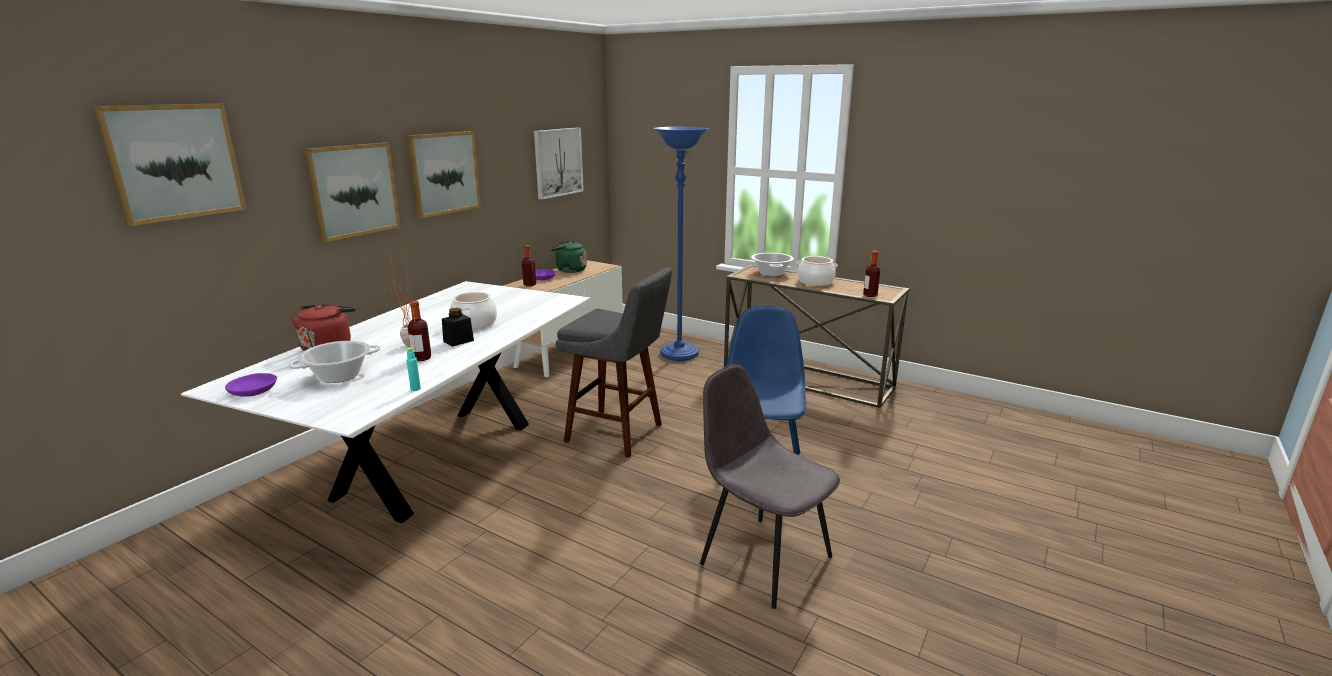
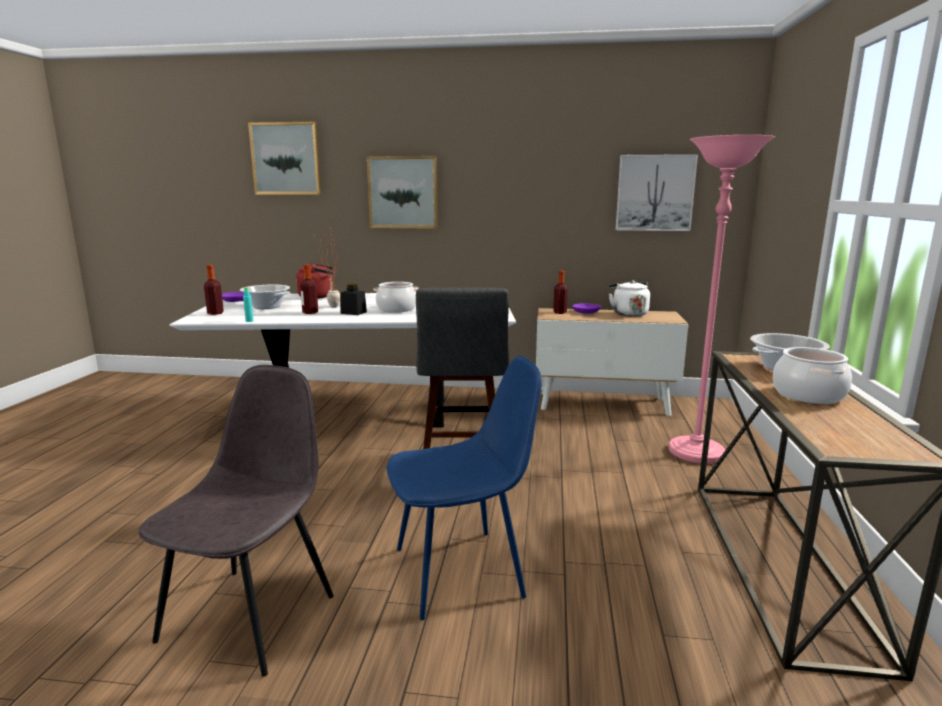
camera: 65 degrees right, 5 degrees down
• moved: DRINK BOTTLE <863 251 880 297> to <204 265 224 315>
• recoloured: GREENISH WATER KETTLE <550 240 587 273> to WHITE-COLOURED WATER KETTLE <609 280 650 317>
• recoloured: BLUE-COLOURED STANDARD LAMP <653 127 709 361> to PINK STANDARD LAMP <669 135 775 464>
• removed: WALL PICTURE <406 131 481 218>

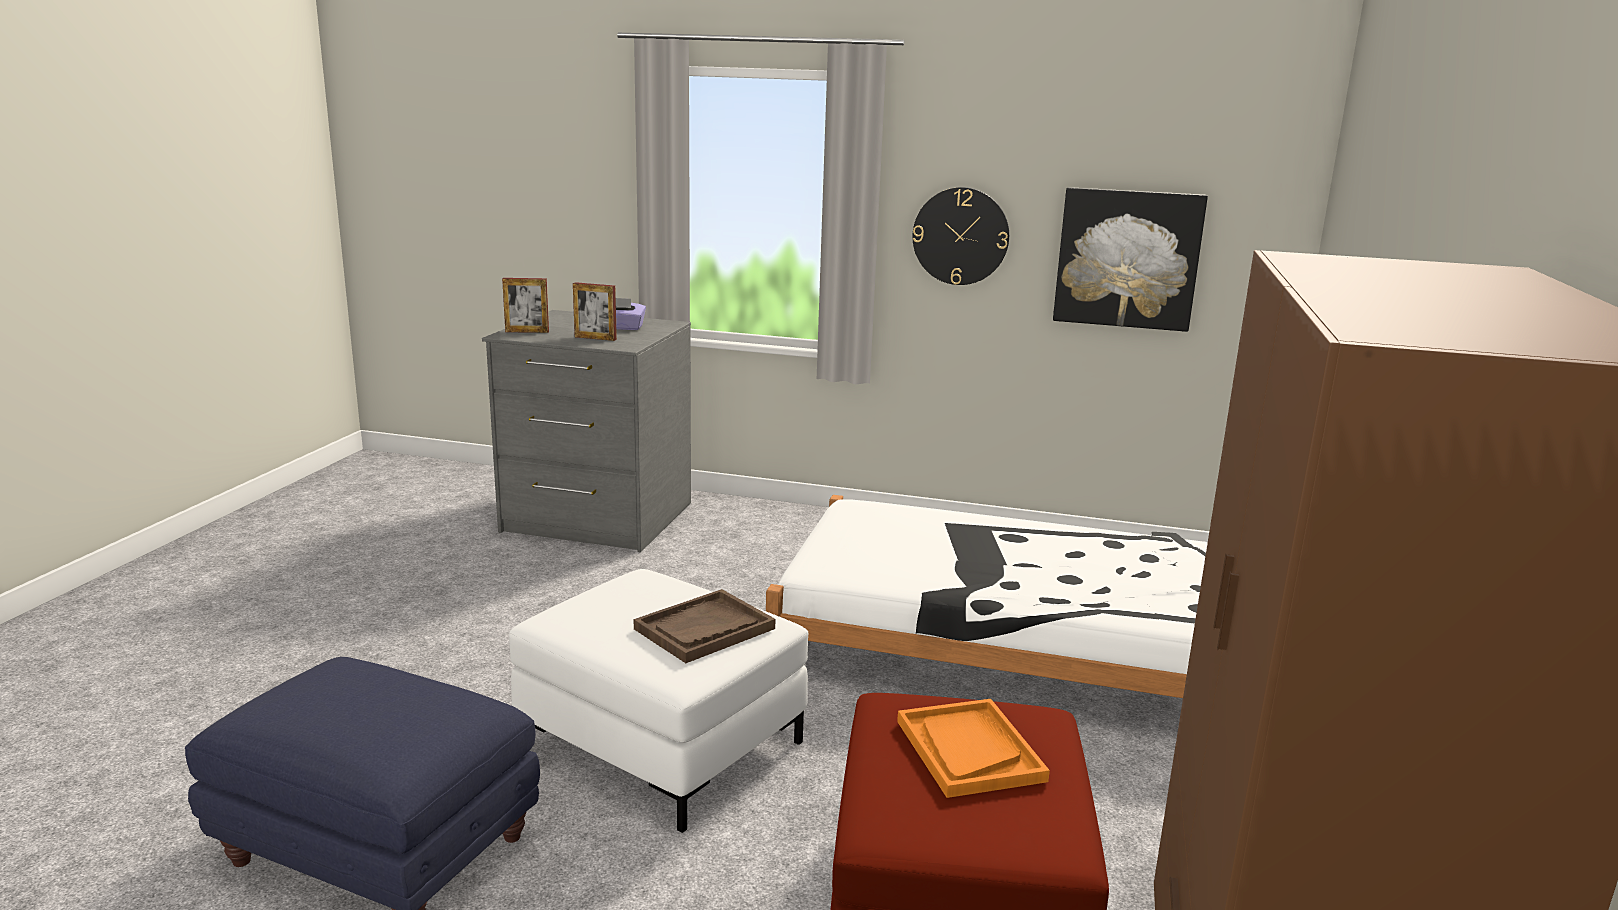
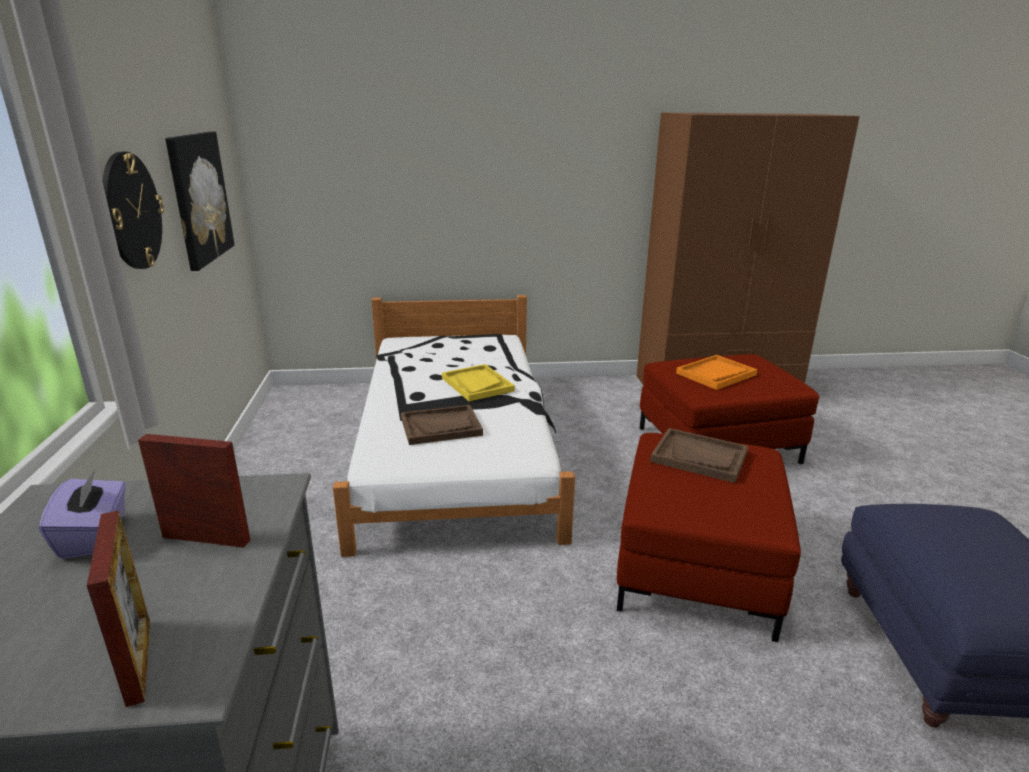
camera: 110 degrees left, 5 degrees up
• turned: PHOTO FRAME <573 282 617 341> = <138 434 250 548> 75 degrees counterclockwise
• added: BROWN TRAY <401 405 483 445>
• added: YELLOW-COLOURED TRAY <442 364 515 401>
• recoloured: WHITE-COLOURED POUFFE <509 569 809 833> to RED-COLOURED POUFFE <617 433 801 642>

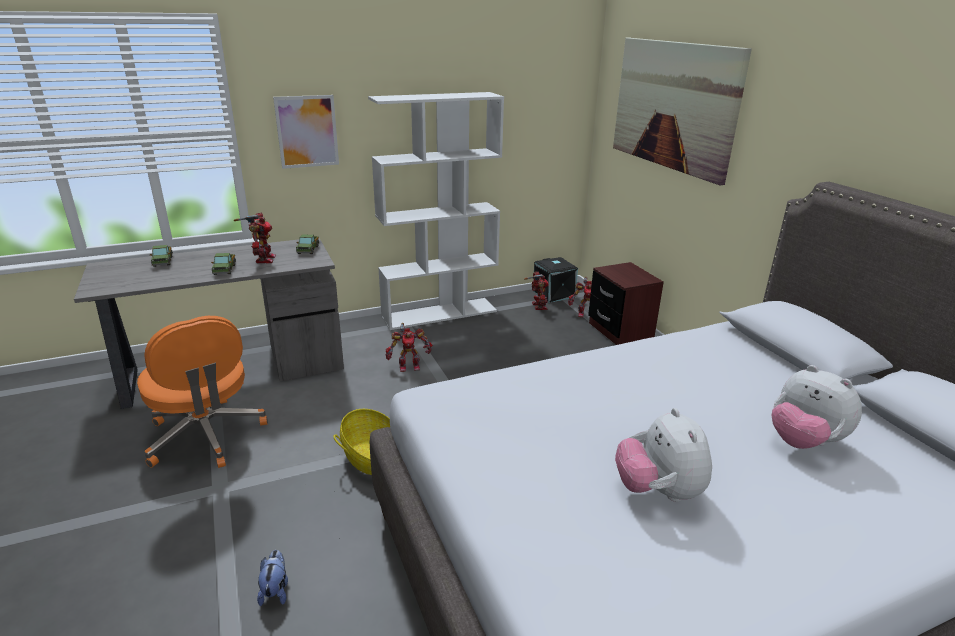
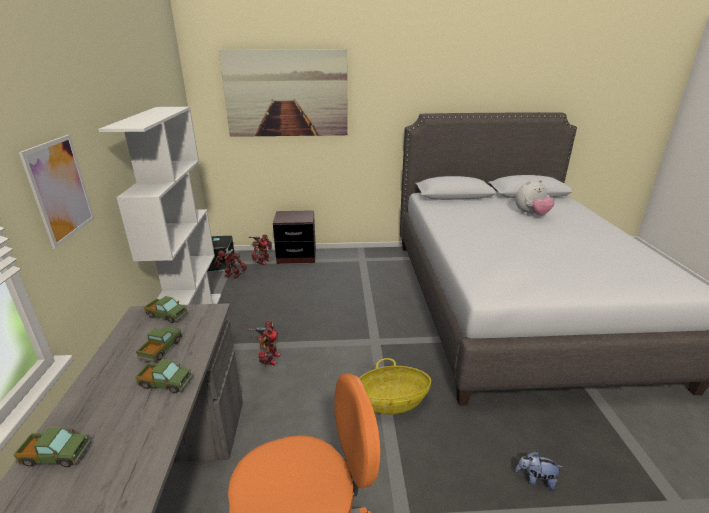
camera: 70 degrees left, 0 degrees up
• replaced: MODEL ROBOT <234 212 276 263> to TOY TRUCK <136 326 182 362>
• removed: PLUSH TOY <615 408 712 502>

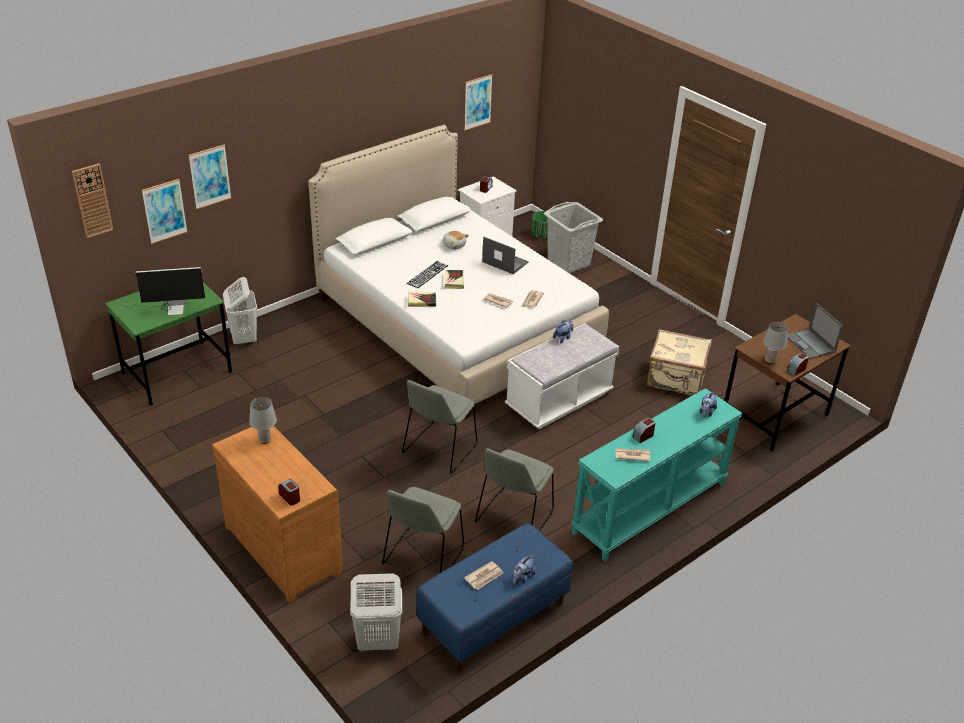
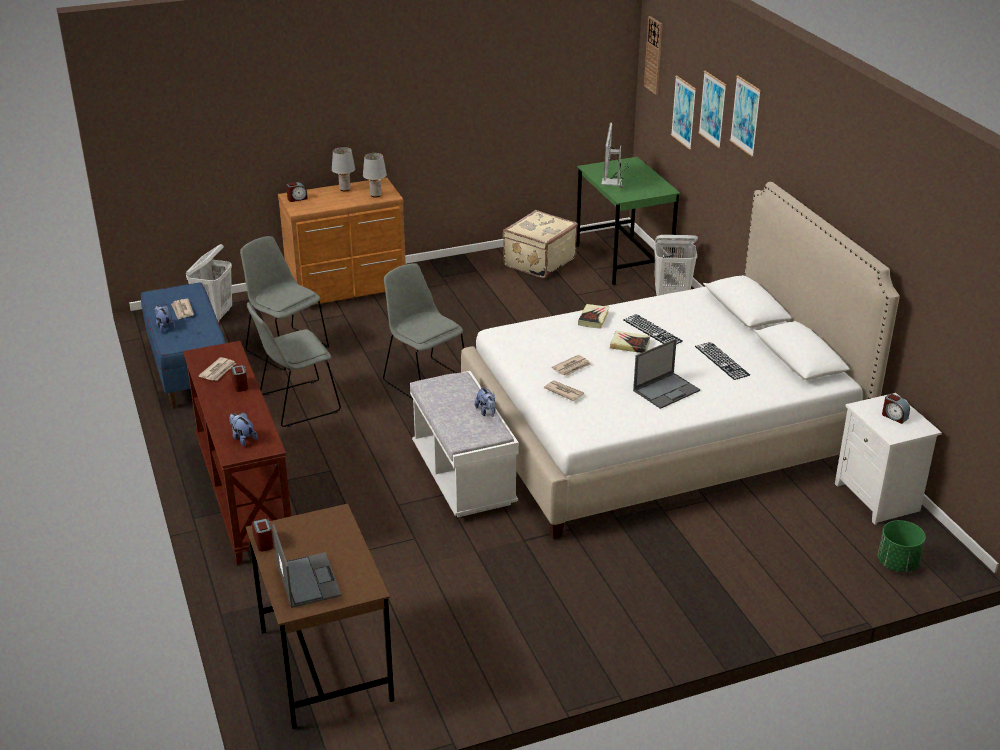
camera: 110 degrees right, 5 degrees down
• recoloured: BLUE-GREEN NARROW TABLE <571 388 743 562> to BROWN NARROW TABLE <183 341 291 565>
• turned: GRAY PLAIN CHAIR <475 448 554 531> = <247 302 341 427> 75 degrees counterclockwise
• turned: PORTABLE COMPUTER <788 303 843 359> = <272 524 342 608> 75 degrees clockwise
• moved: GRAY TABLETOP LAMP <763 322 788 364> to <332 147 355 192>
• moved: BEIGE-COLOURED TRAVEL CASE <647 329 712 395> to <503 210 578 278>
• replaced: PLUSH TOY <442 231 469 250> to COMPUTER KEYBOARD <695 342 750 380>
• moved: WALL PICTURE <464 74 493 130> to <730 75 761 157>
• removed: GRAY LAUNDRY BASKET <544 202 603 273>

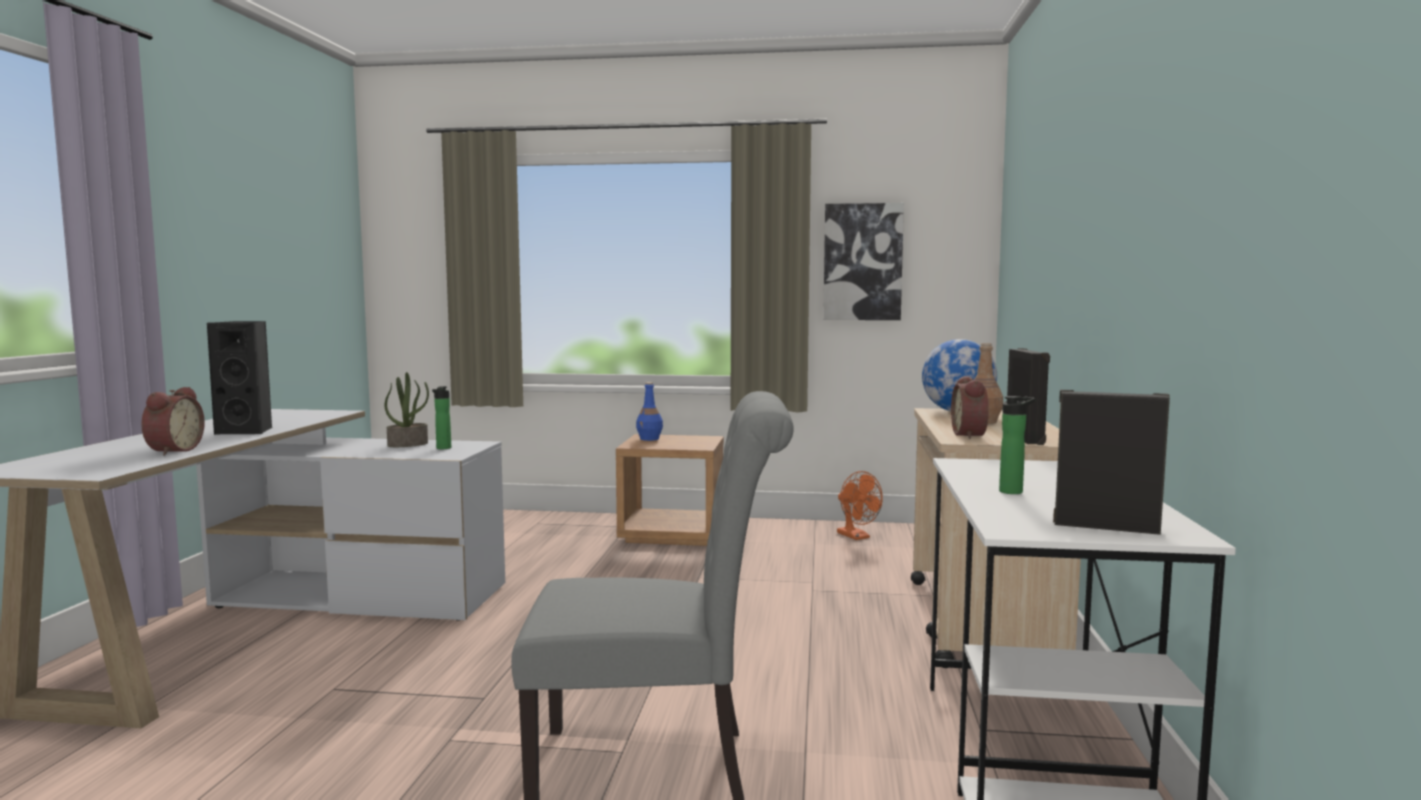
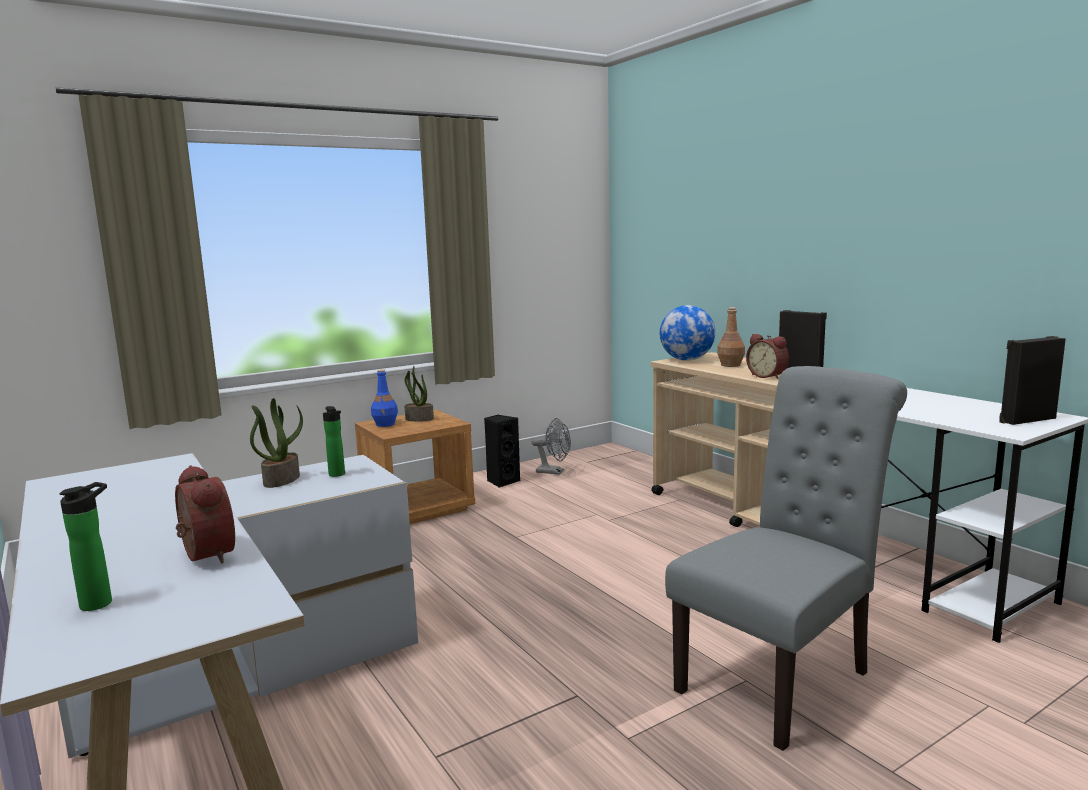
camera: 40 degrees left, 5 degrees up
• moved: DRINK BOTTLE <999 396 1035 494> to <60 482 112 611>
• added: PLANT IN A POT <404 366 434 422>
• moved: BLACKISH AUDIO SPEAKER <207 321 272 435> to <484 415 520 488>
• recoloured: ORANGE COOLING FAN <837 471 883 540> to GRAY COOLING FAN <531 418 571 475>
• removed: WALL PICTURE <823 203 904 320>

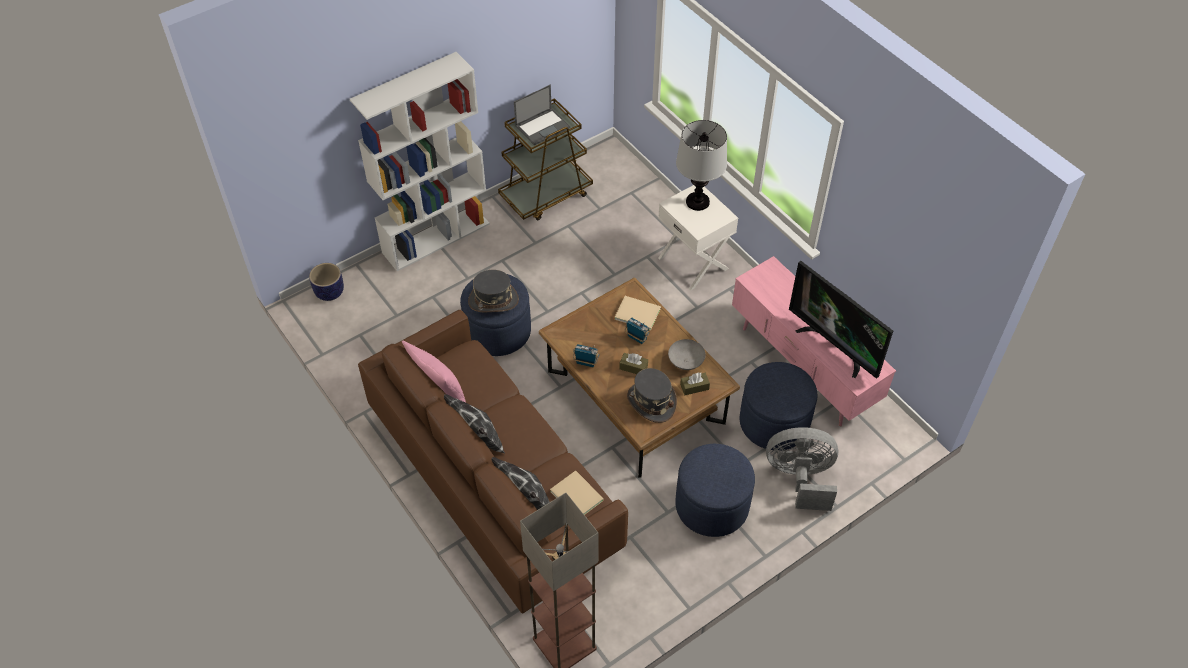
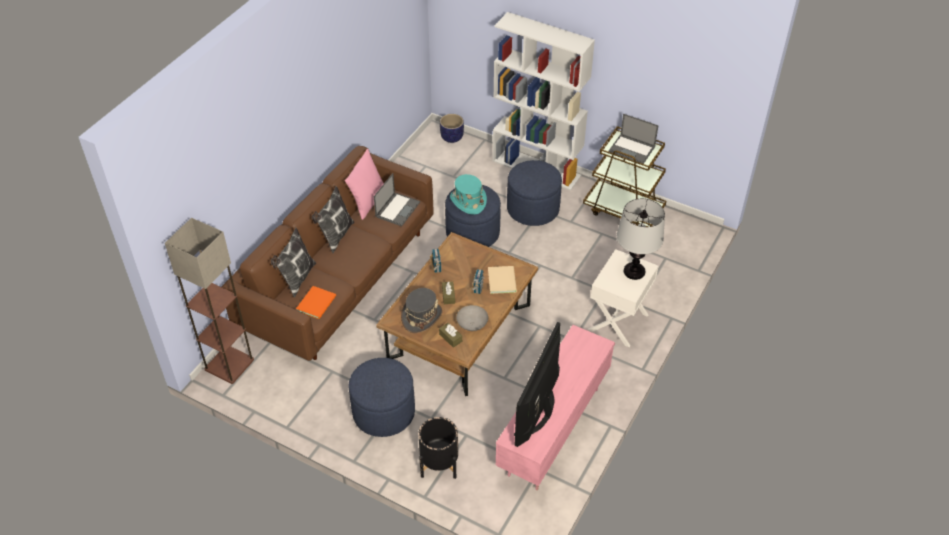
camera: 65 degrees right, 5 degrees down
• recoloured: BEIGE-COLOURED BOUND BOOK <550 471 604 515> to ORANGE BOUND BOOK <296 286 336 319>
• added: PORTABLE COMPUTER <374 173 420 226>
• replaced: GRAY COOLING FAN <766 427 838 511> to BLACKISH PLANTER <418 417 458 479>
• recoloured: GRAY WEARABLE HAT <468 270 519 312> to BLUE-GREEN WEARABLE HAT <450 174 487 215>
• moved: BLUE-COLOURED POUFFE <740 362 817 451> to <507 160 562 226>

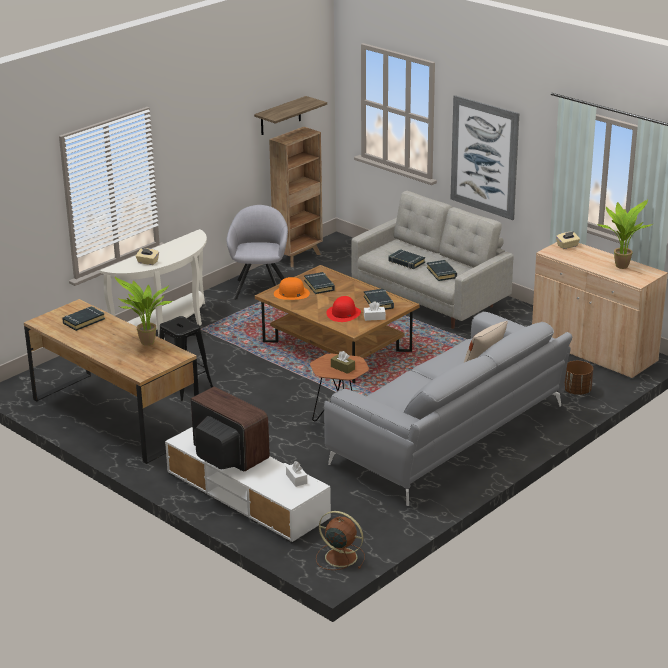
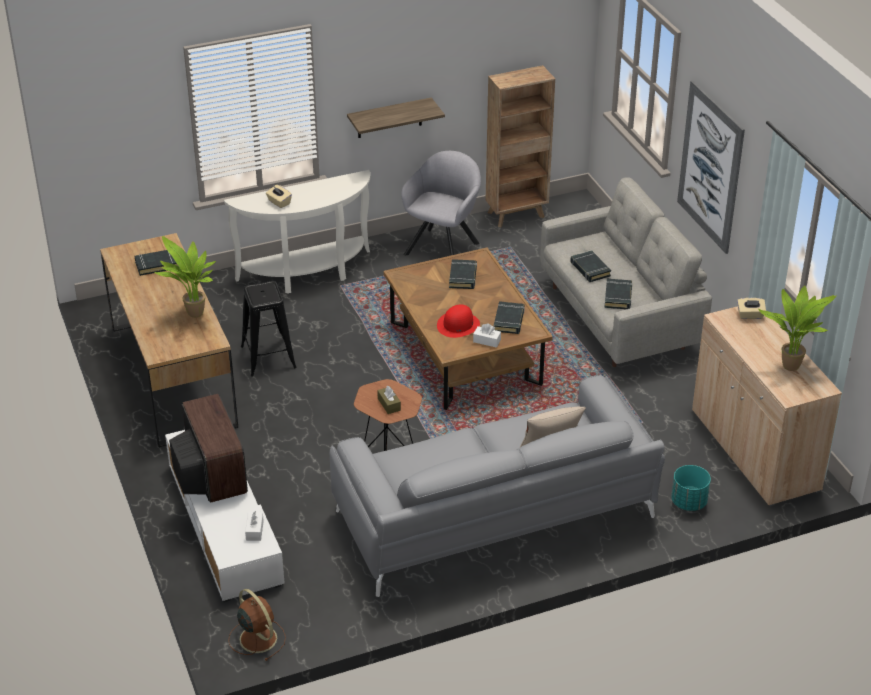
camera: 25 degrees right, 10 degrees up
• moved: SHELF <254 96 327 135> to <347 97 445 138>
• recoloured: BROWN PLANTER <565 361 593 395> to BLUE-GREEN PLANTER <671 465 711 511>
• removed: ORANGE WEARABLE HAT <274 277 310 300>

